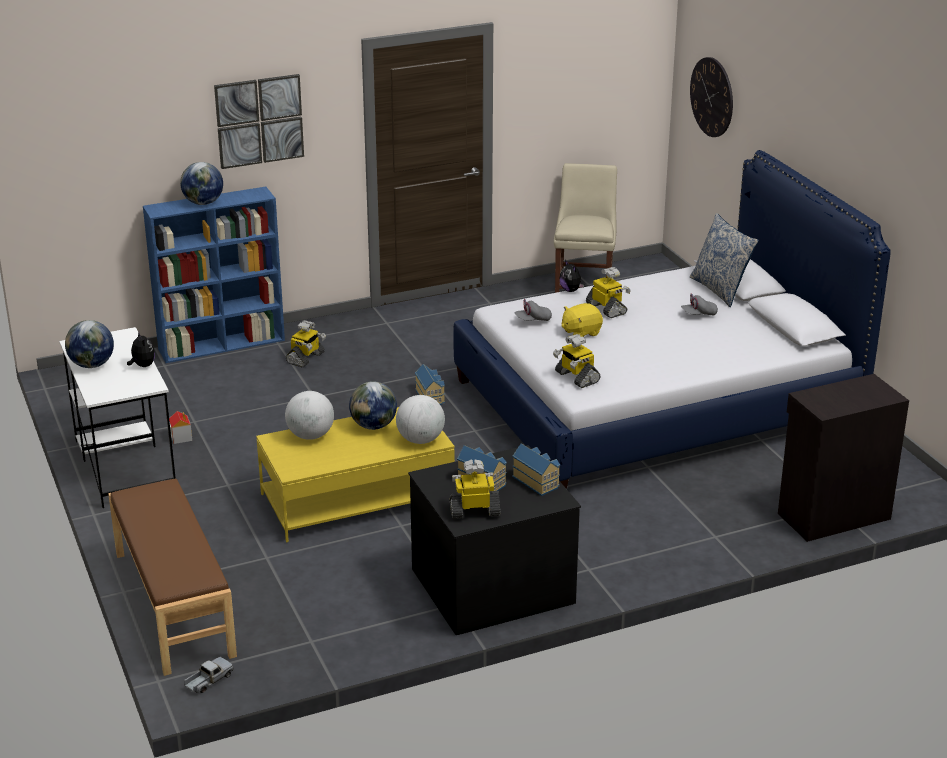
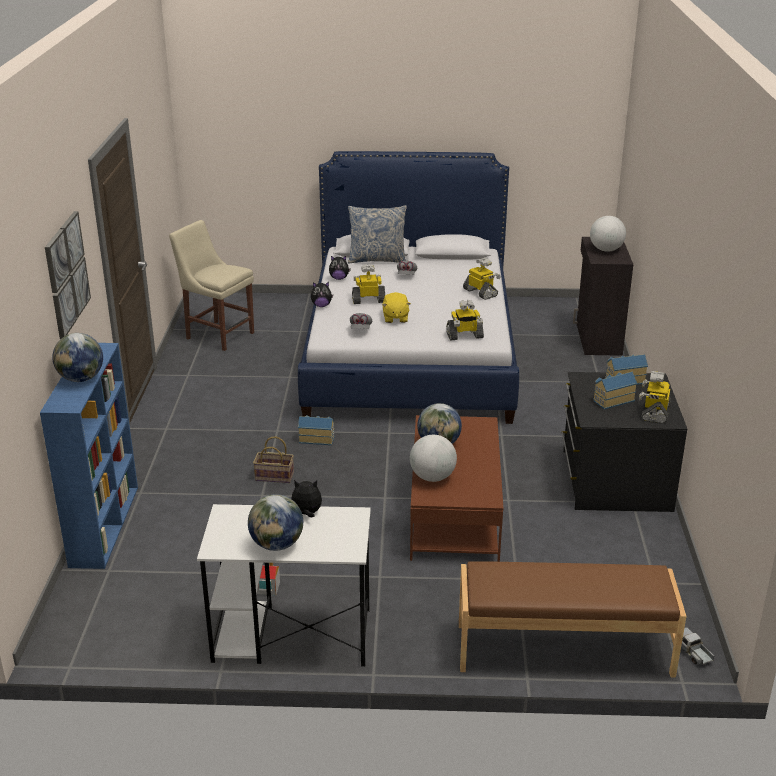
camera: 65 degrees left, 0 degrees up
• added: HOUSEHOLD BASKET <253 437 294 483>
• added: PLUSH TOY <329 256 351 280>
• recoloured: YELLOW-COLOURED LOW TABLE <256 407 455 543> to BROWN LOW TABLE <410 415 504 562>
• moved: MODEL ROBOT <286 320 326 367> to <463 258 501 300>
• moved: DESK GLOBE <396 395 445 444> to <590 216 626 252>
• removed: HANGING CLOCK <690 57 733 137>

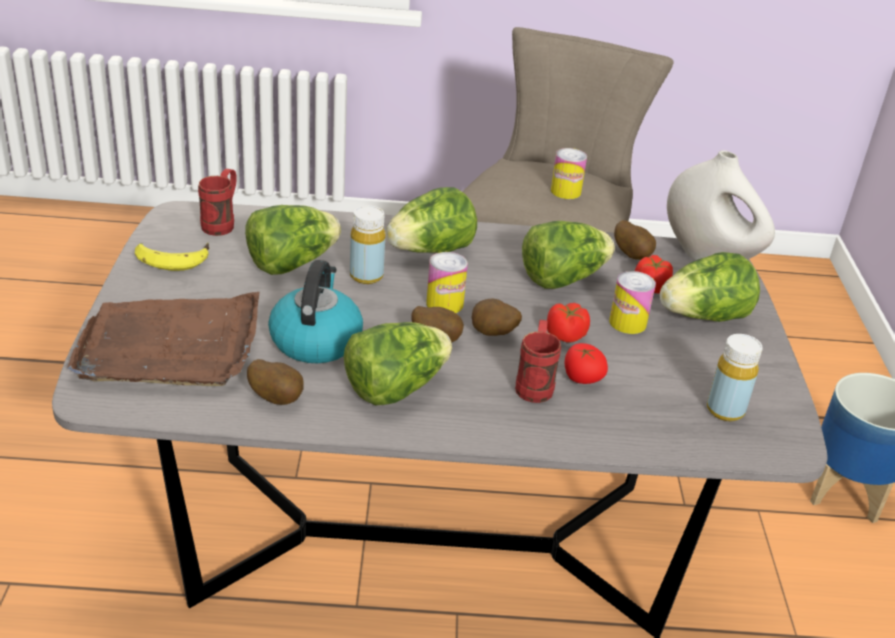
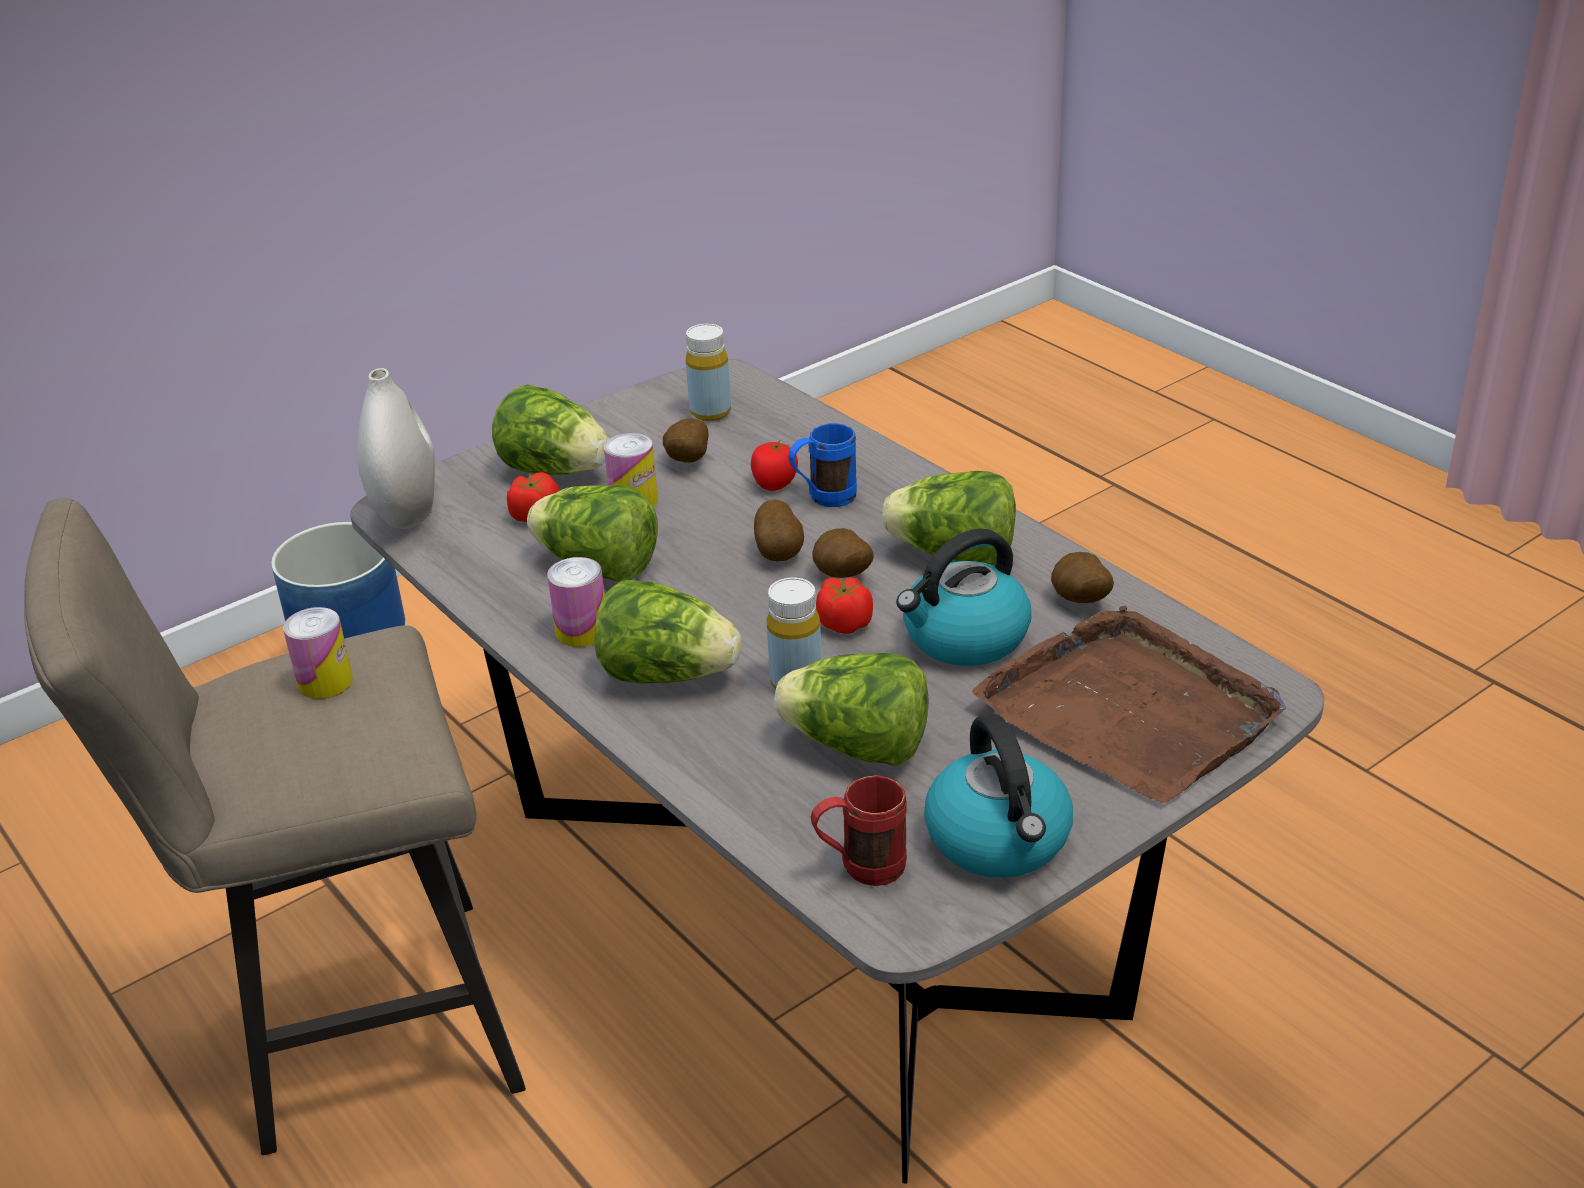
camera: 125 degrees left, 0 degrees up
• moved: METAL CAN <426 252 468 313> to <547 557 605 647>
• moved: POTATO <614 220 656 260> to <663 418 709 463>
• recoloured: RED-COLOURED COFFEE MUG <515 320 561 403> to BLUE-COLOURED COFFEE MUG <788 423 857 507>
• moved: FRESH TOMATO <547 303 590 343> to <816 577 873 634>
• replaced: BANANA <135 243 209 271> to WATER KETTLE <924 714 1073 878>

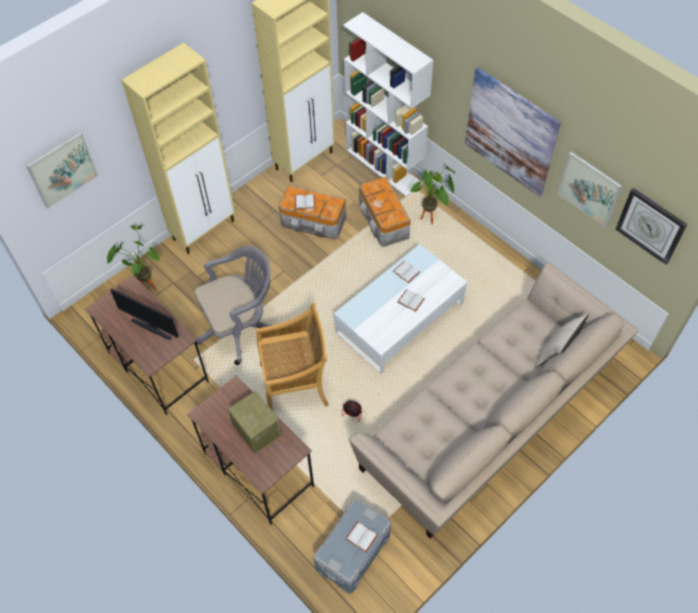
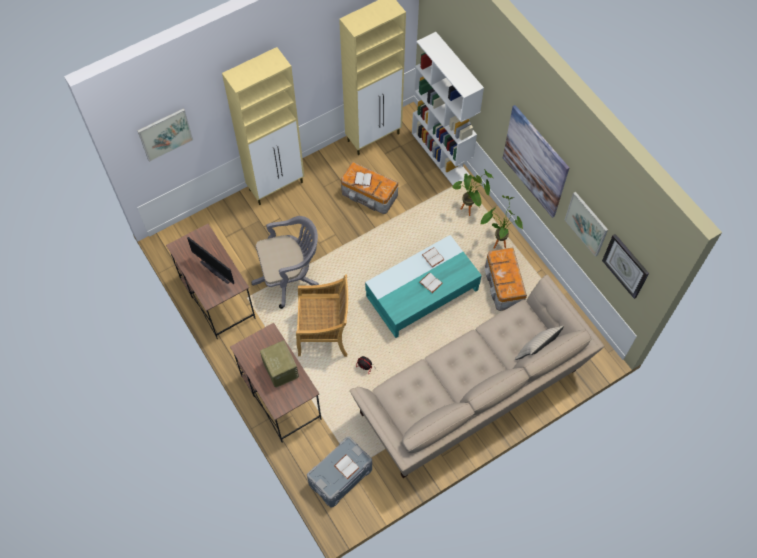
camera: 10 degrees right, 5 degrees up
• recoloured: WHITE-COLOURED LOW TABLE <334 244 467 374> to BLUE-GREEN LOW TABLE <365 235 482 338>
• moved: PLANT IN A POT <107 225 160 291> to <481 195 523 249>
• moved: STORAGE CONTAINER <360 177 411 247> to <485 247 527 311>

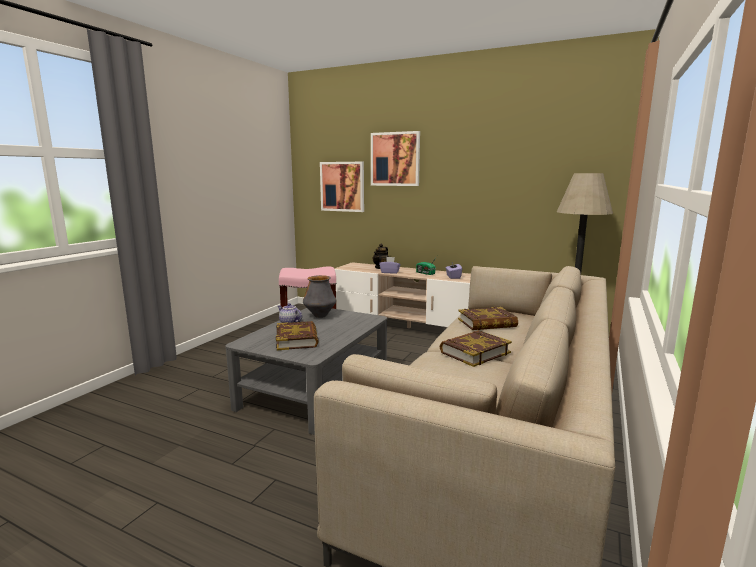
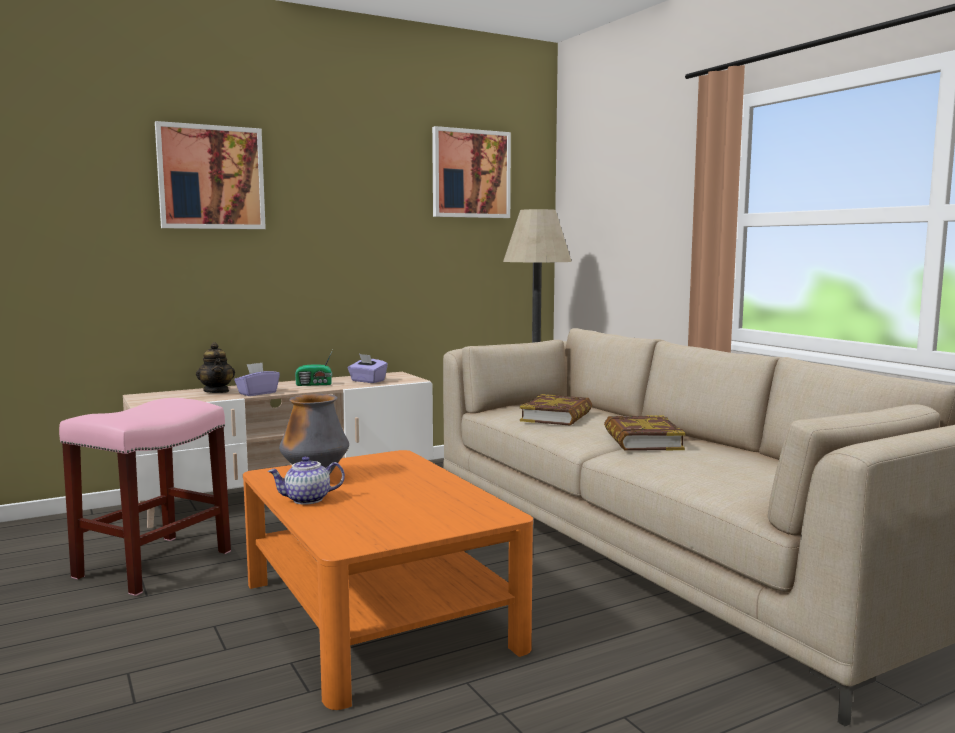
camera: 55 degrees left, 5 degrees down
• recoloured: GRAY LOW TABLE <225 308 387 435> to ORANGE LOW TABLE <243 450 533 710>
• moved: WALL PICTURE <320 162 364 212> to <432 126 511 218>
• removed: BOUND BOOK <276 321 318 350>

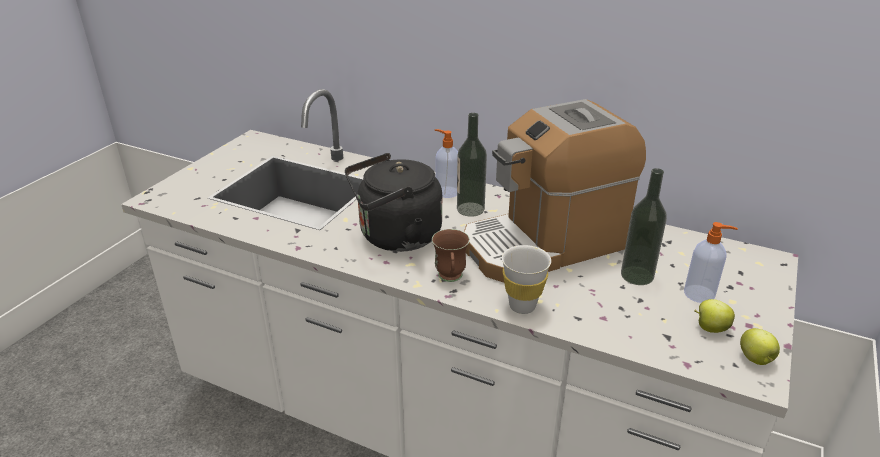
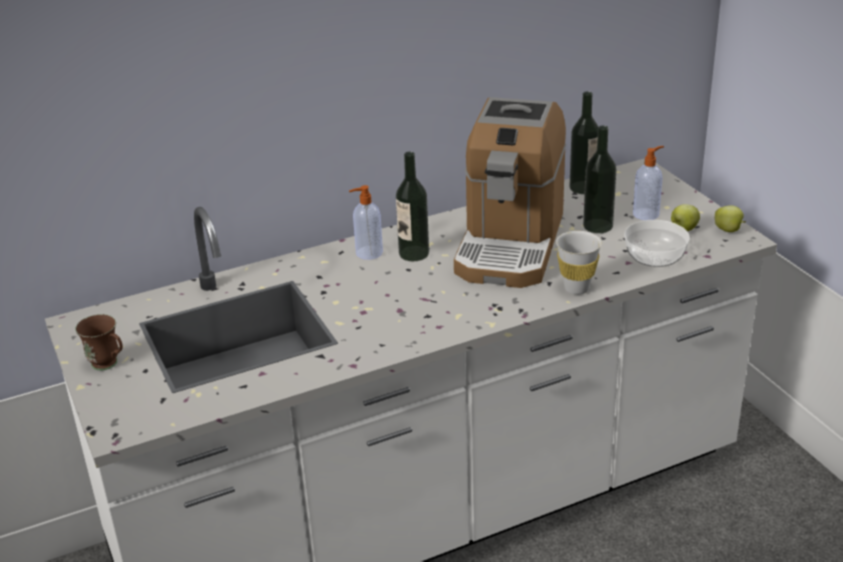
camera: 50 degrees left, 0 degrees up
• moved: BROWN COFFEE MUG <432 229 470 282> to <75 314 123 370>
• added: DRINK BOTTLE <569 91 599 194>
• added: BOWL <624 220 690 267>
• removed: BLACKISH WATER KETTLE <345 153 442 252>

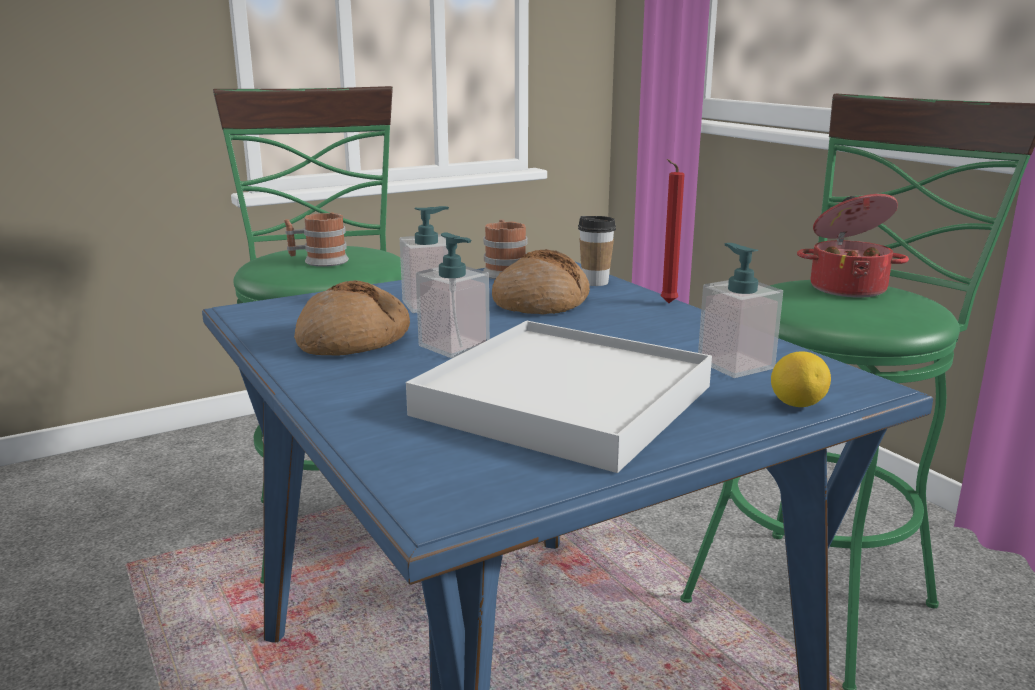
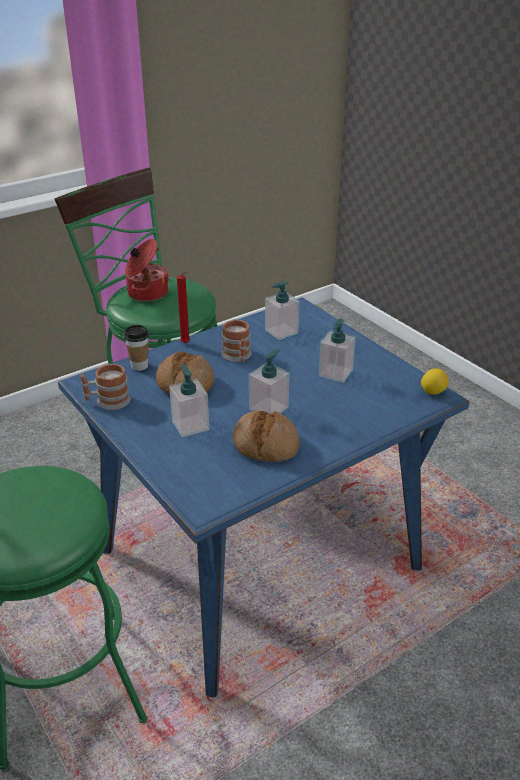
camera: 95 degrees left, 15 degrees up
• moved: COFFEE MUG <284 213 349 267> to <221 319 252 362>
• replaced: WHITE-COLOURED TRAY <406 321 712 473> to SOAP BOTTLE <319 319 356 383>
• moved: CITRUS FRUIT <771 351 831 407> to <421 368 449 395>

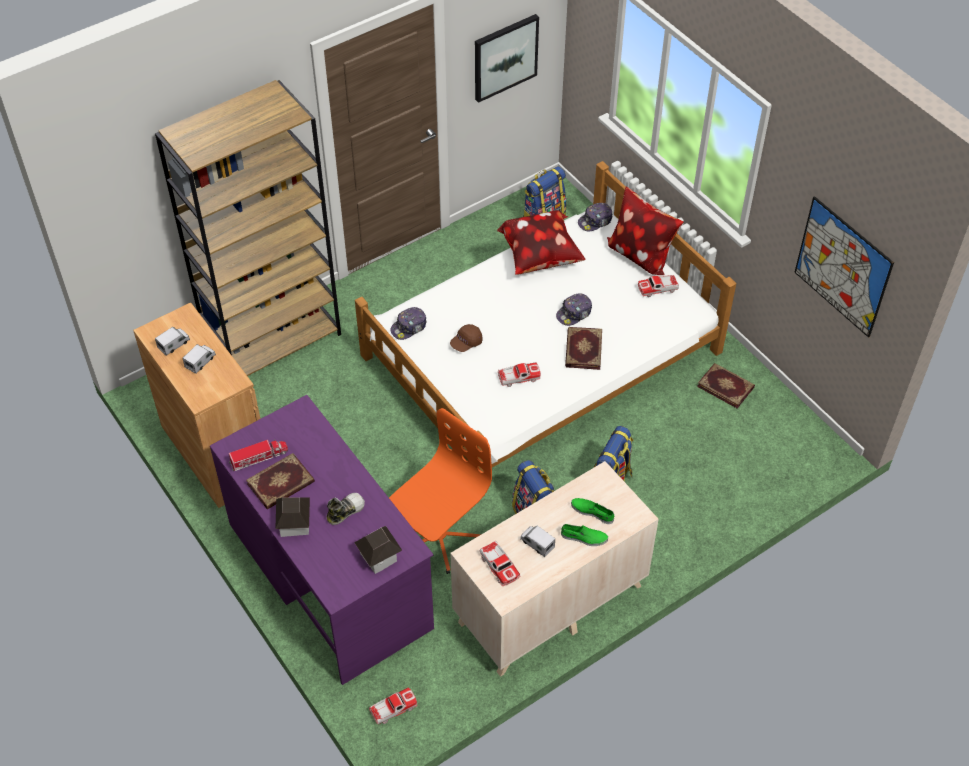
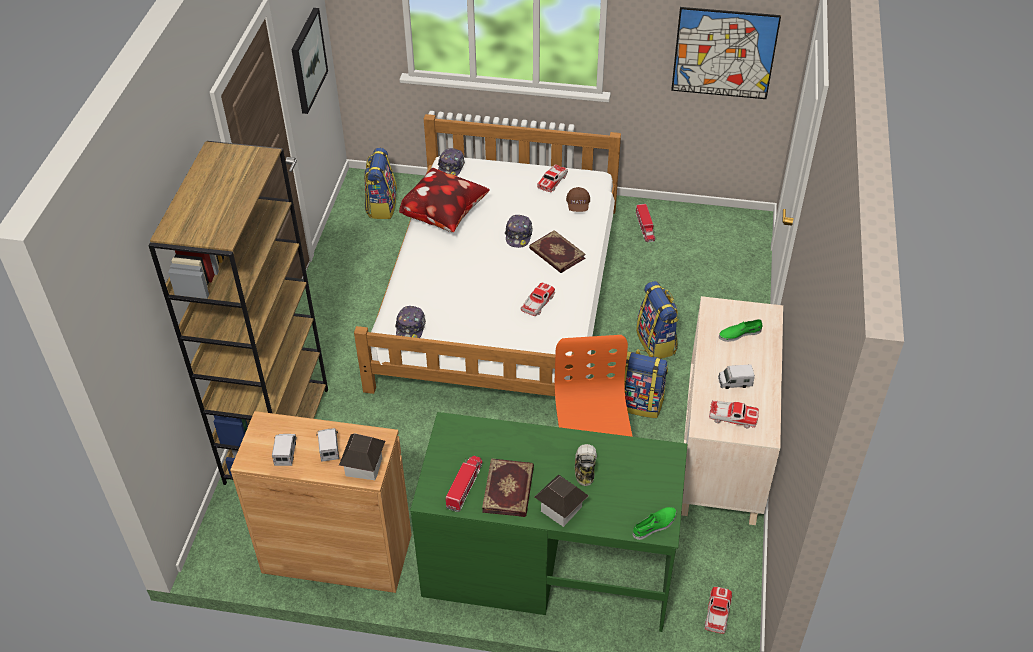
camera: 45 degrees left, 5 degrees down
• moved: MODEL HOUSE <354 526 402 574> to <339 433 385 480>
• recoloured: PURPLE-COLOURED DESK TABLE <210 395 434 685> to GREENISH DESK TABLE <410 412 687 632>
• moved: BROWN CAP <450 324 482 352> to <566 187 590 212>
• moved: GREENISH ITEM OF FOOTWEAR <561 524 608 546> to <633 507 676 540>
• replaced: BOUND BOOK <697 363 755 409> to TOY TRUCK <636 204 655 242>
• removed: PILLOW <607 186 684 275>

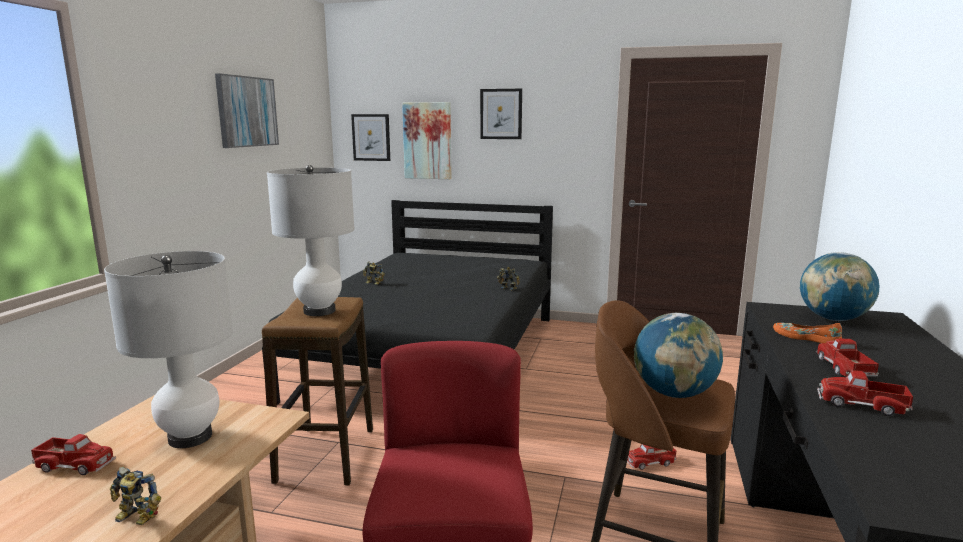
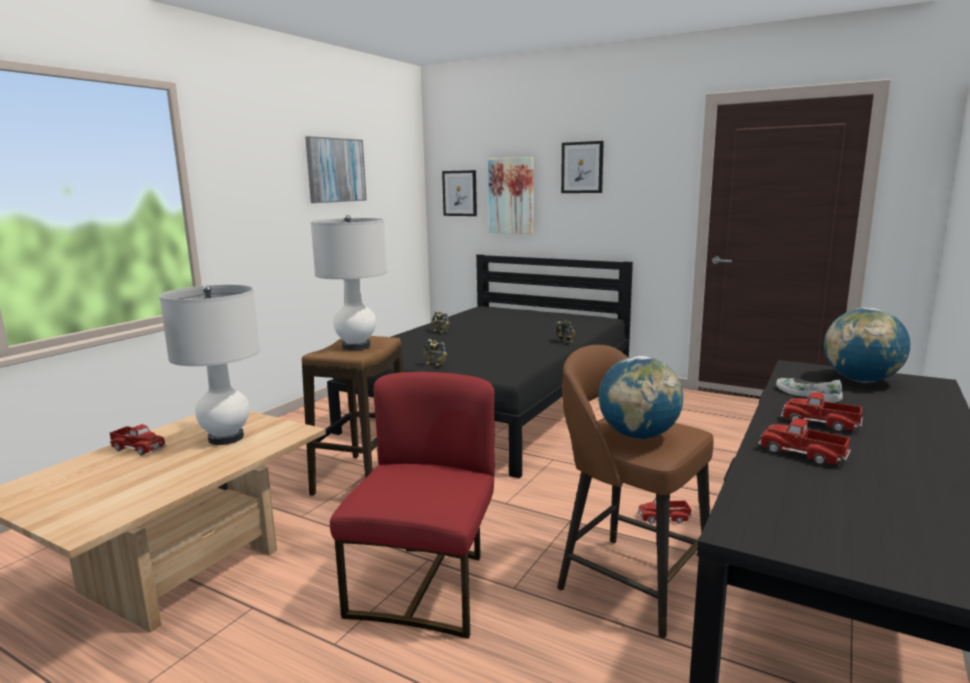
camera: 15 degrees right, 0 degrees up
• moved: MODEL ROBOT <110 467 161 525> to <423 339 447 366>
• recoloured: ORANGE ITEM OF FOOTWEAR <773 323 842 343> to WHITE-COLOURED ITEM OF FOOTWEAR <776 378 843 403>
• turned: TOY TRUCK <816 339 879 377> = <780 392 863 432> 75 degrees counterclockwise

